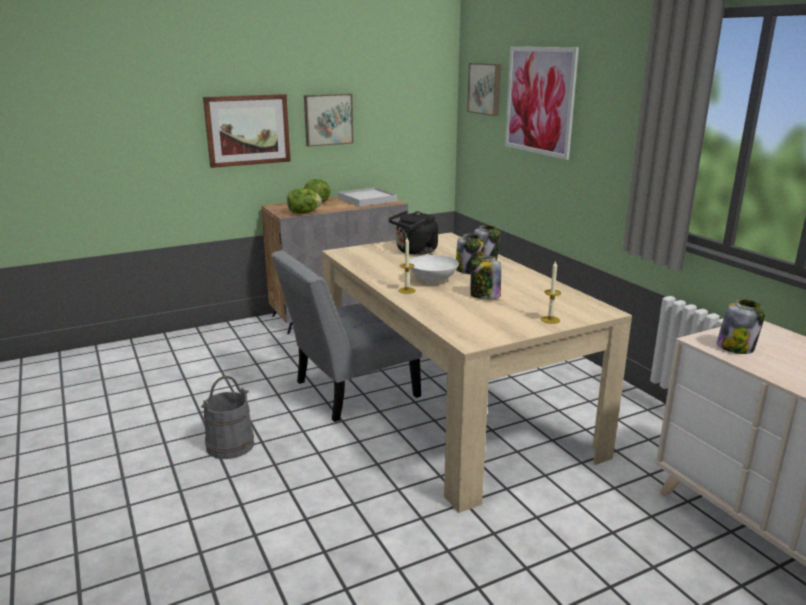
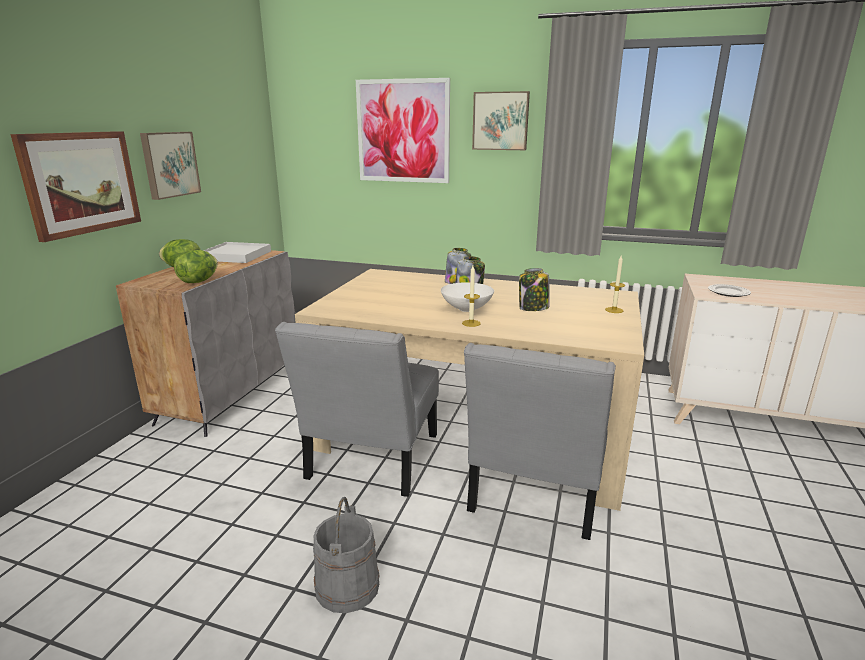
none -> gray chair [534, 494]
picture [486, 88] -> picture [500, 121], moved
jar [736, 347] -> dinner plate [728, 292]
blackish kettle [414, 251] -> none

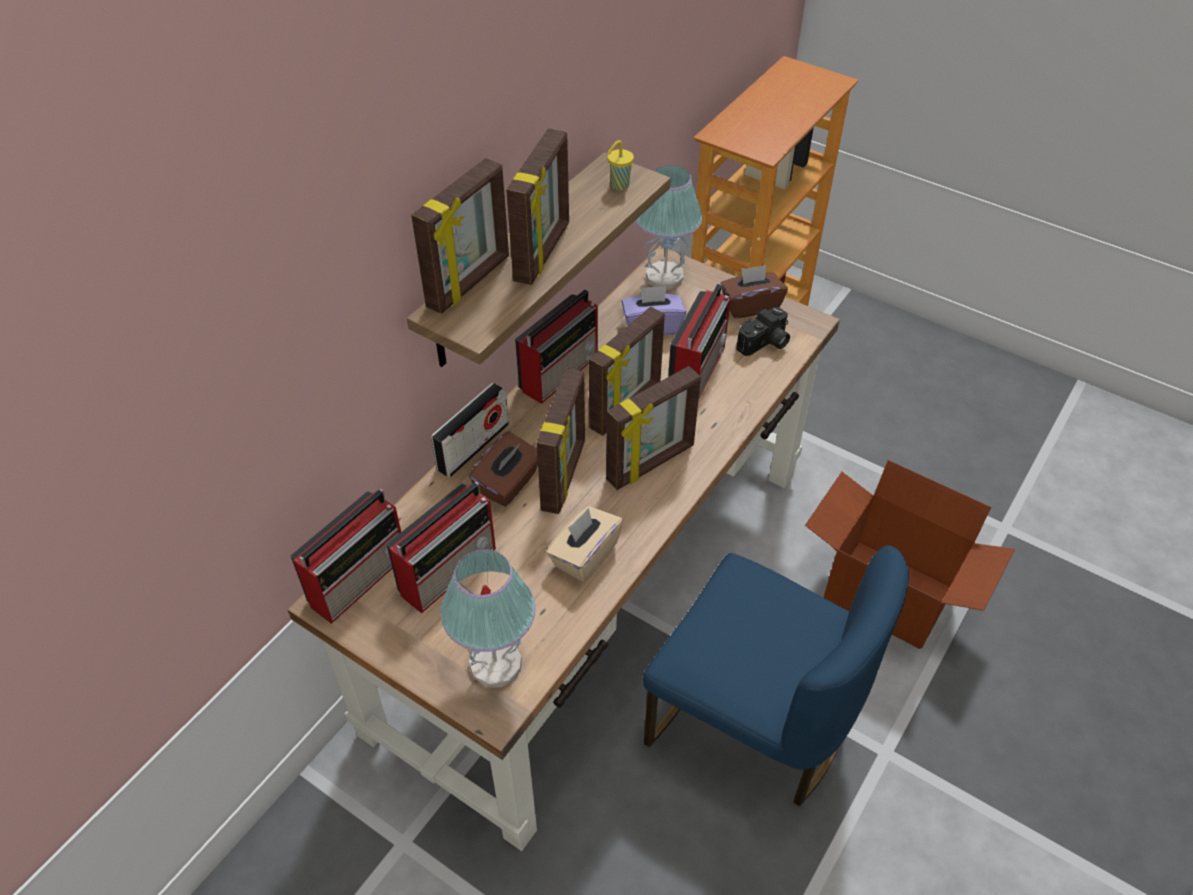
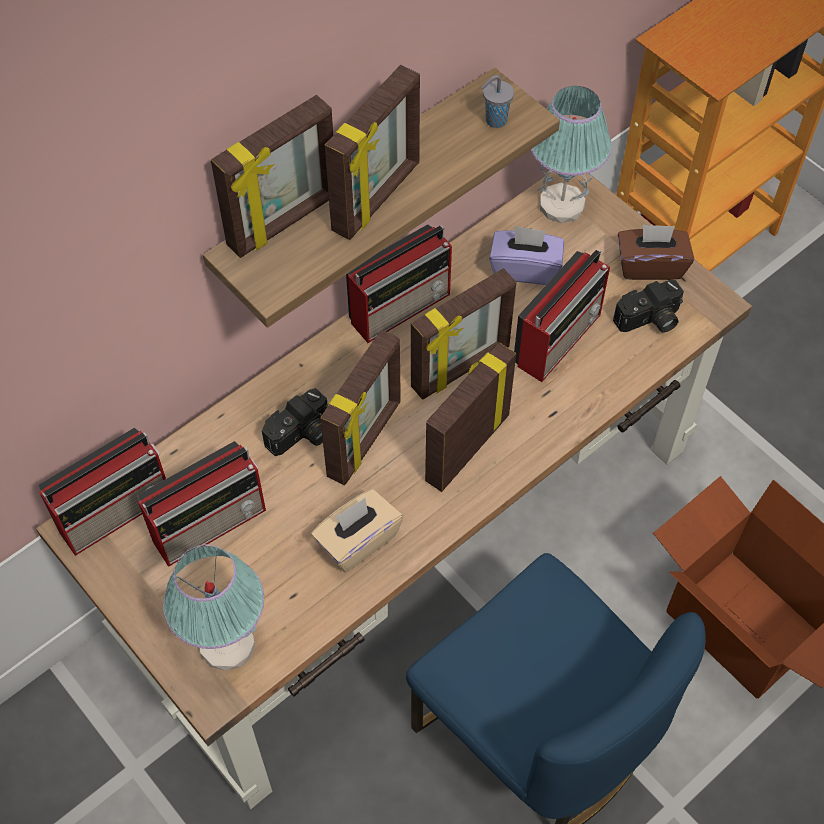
brownish tissue box [508, 484] -> photo camera [302, 435]
photo frame [651, 464] -> photo frame [465, 447], 150 degrees clockwise
yellowish cup [619, 186] -> gray cup [494, 121]
radio [473, 447] -> none

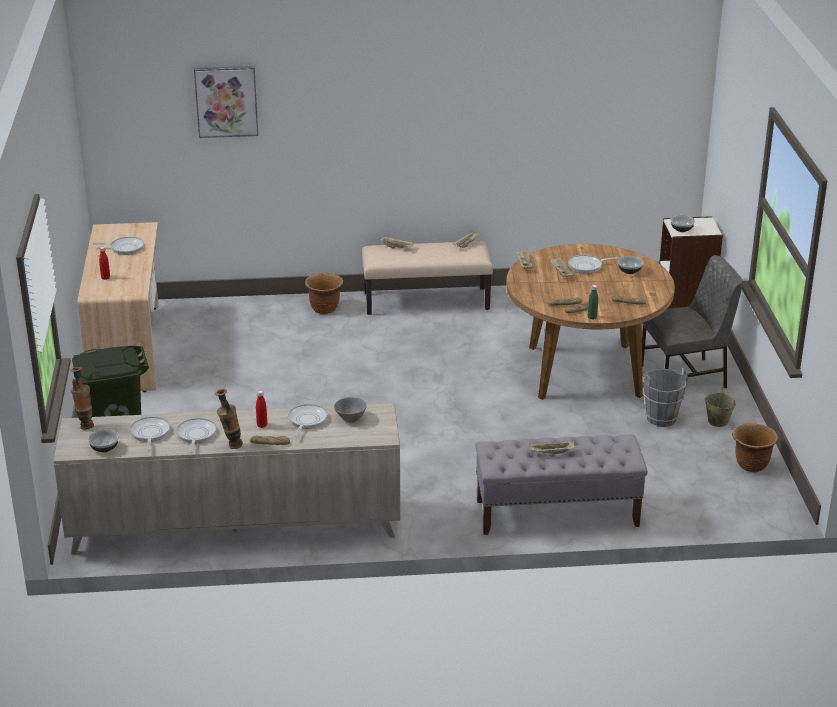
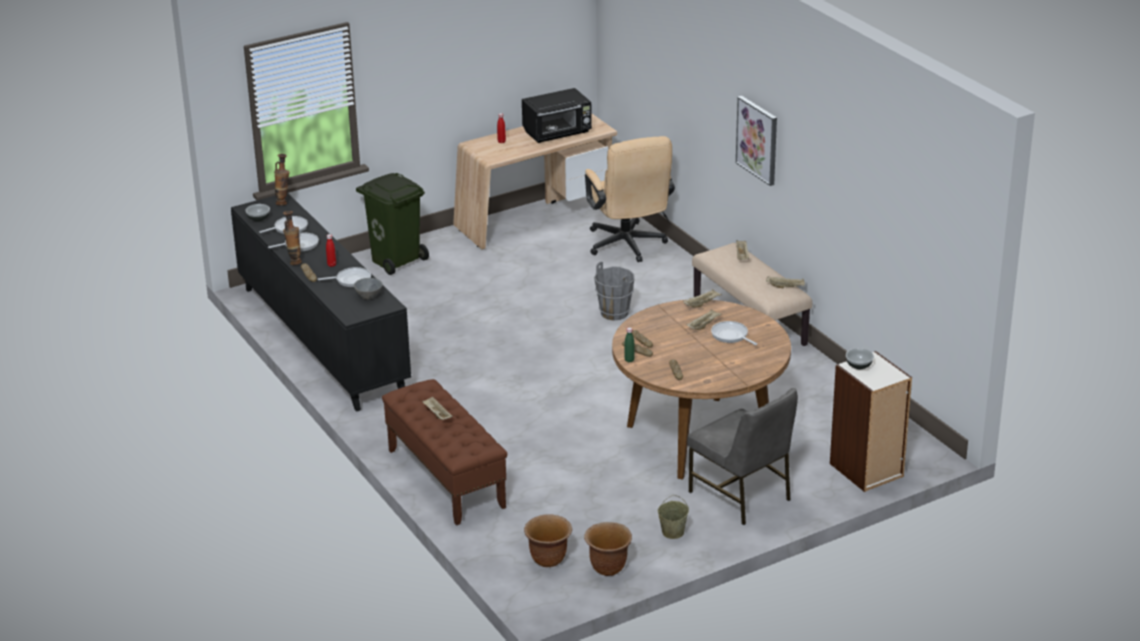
sand-coloured cupboard [235, 527] -> blackish cupboard [322, 341]
gray bench [556, 513] -> brownish bench [445, 478]
skillet [125, 248] -> blackish kitchen microwave [558, 133]
brownish flower pot [324, 308] -> brownish flower pot [548, 559], moved
none -> sand-coloured desk chair [628, 247]
gray bucket [661, 418] -> gray bucket [614, 313], moved
picture [226, 101] -> picture [757, 140], moved
bowl [629, 271] -> none

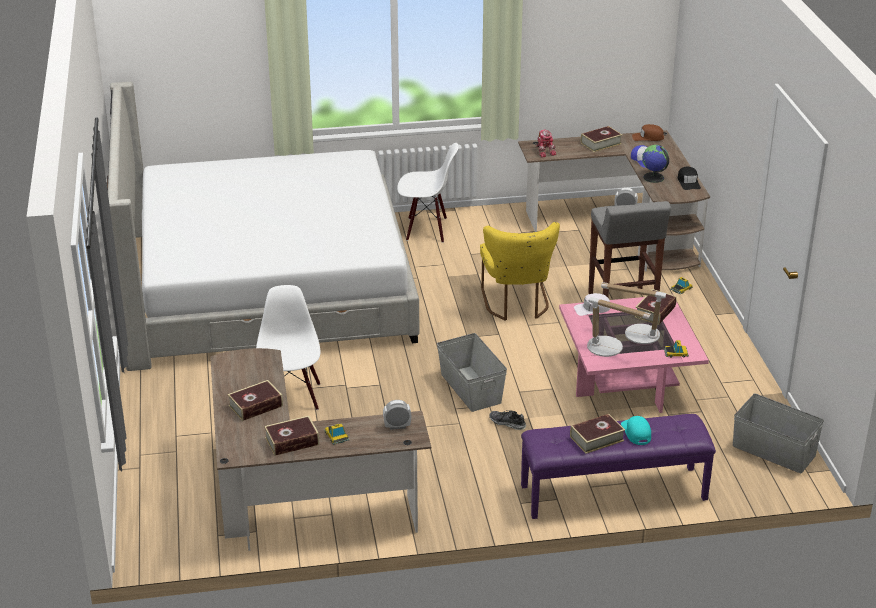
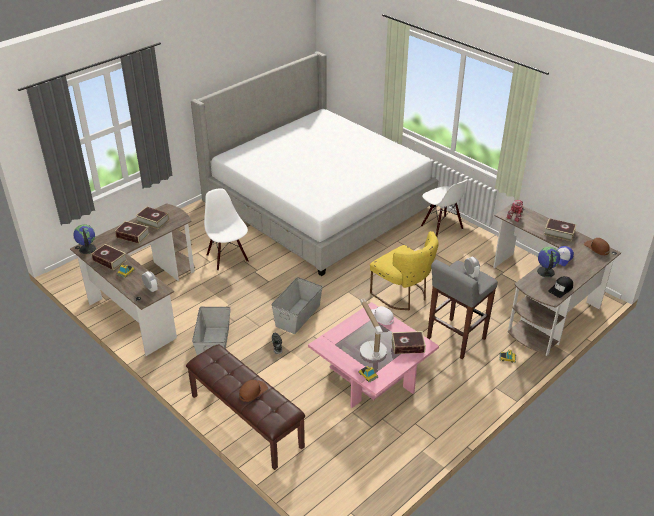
none -> world globe [87, 249]
volume [596, 439] -> volume [153, 221], moved
purple-coloured bench [613, 493] -> brownish bench [245, 421]
gray storage container [774, 451] -> gray storage container [213, 345], moved
white chair [291, 397] -> white chair [228, 258], 75 degrees counterclockwise
turquoise peaked cap [636, 432] -> brownish peaked cap [253, 391]
yellowish chair [516, 305] -> yellowish chair [403, 295], 90 degrees counterclockwise
lamp for a table [609, 349] -> none

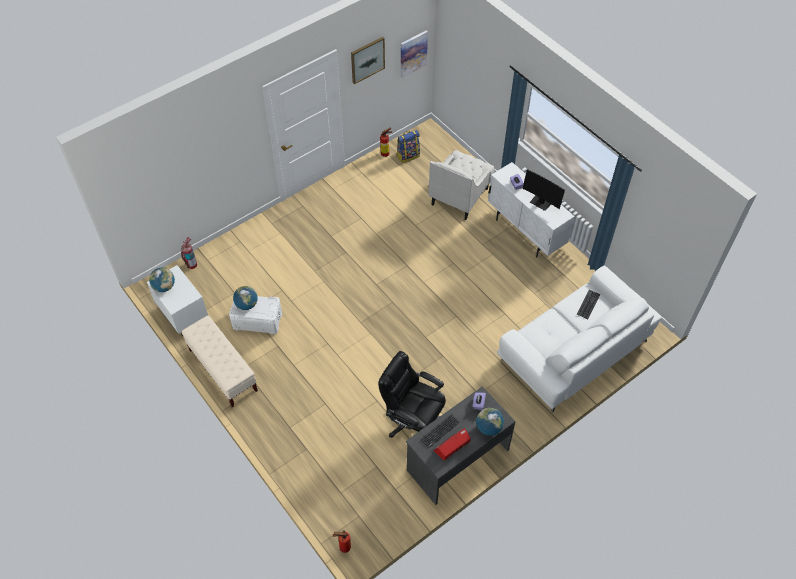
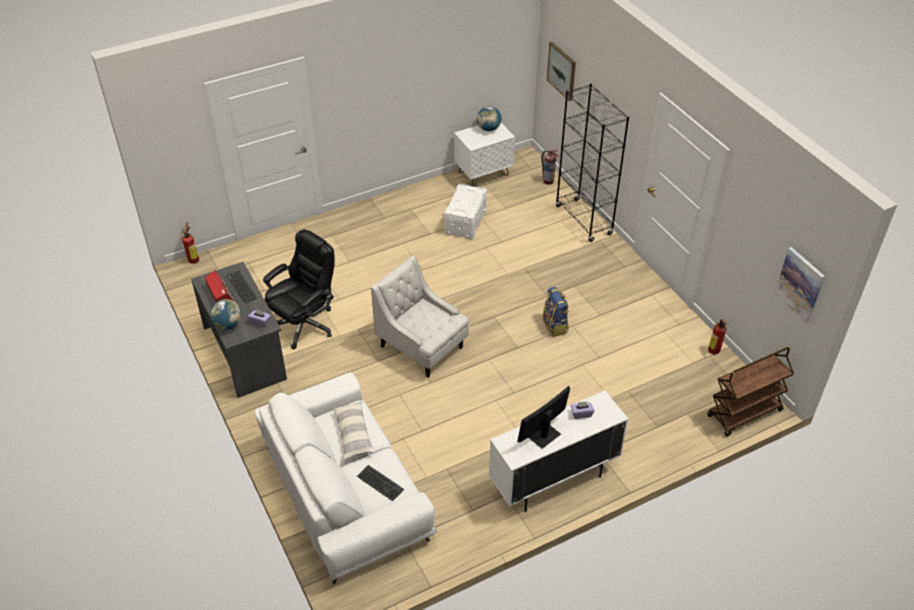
none -> pillow [353, 434]
white armchair [460, 196] -> white armchair [422, 347], moved
knapsack [408, 155] -> knapsack [555, 326], moved
picture [367, 59] -> picture [562, 71], moved
none -> blackish bookcase [583, 220]
none -> brownish trolley [744, 414]
sand-coloured bench [223, 370] -> none
world globe [247, 304] -> none

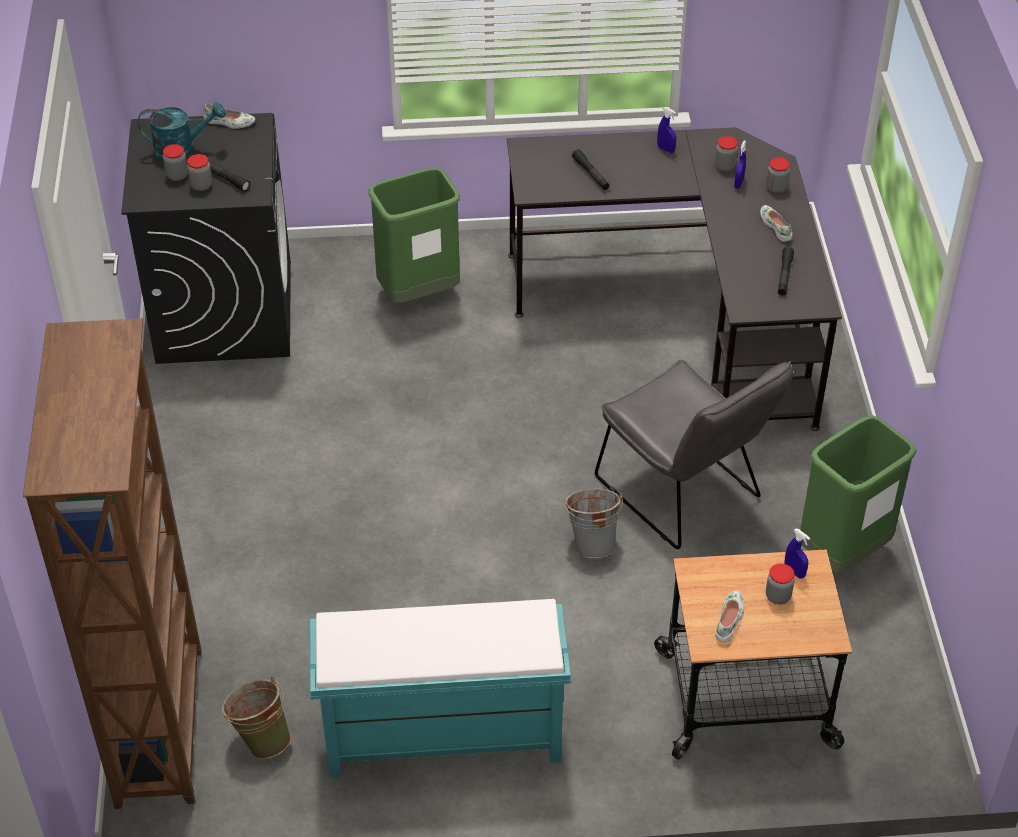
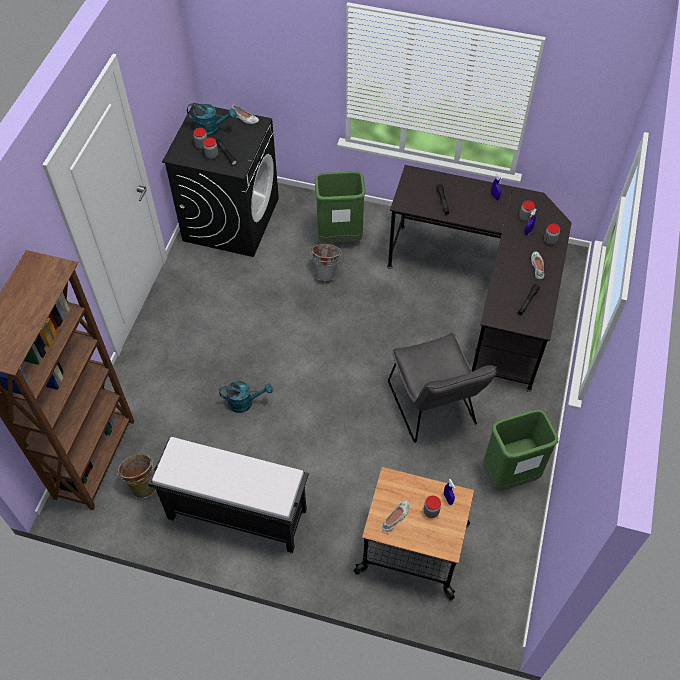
turquoise bench [441, 736] -> blackish bench [236, 514]
none -> turquoise sprinkling can [245, 402]
gray bucket [592, 542] -> gray bucket [326, 272], moved

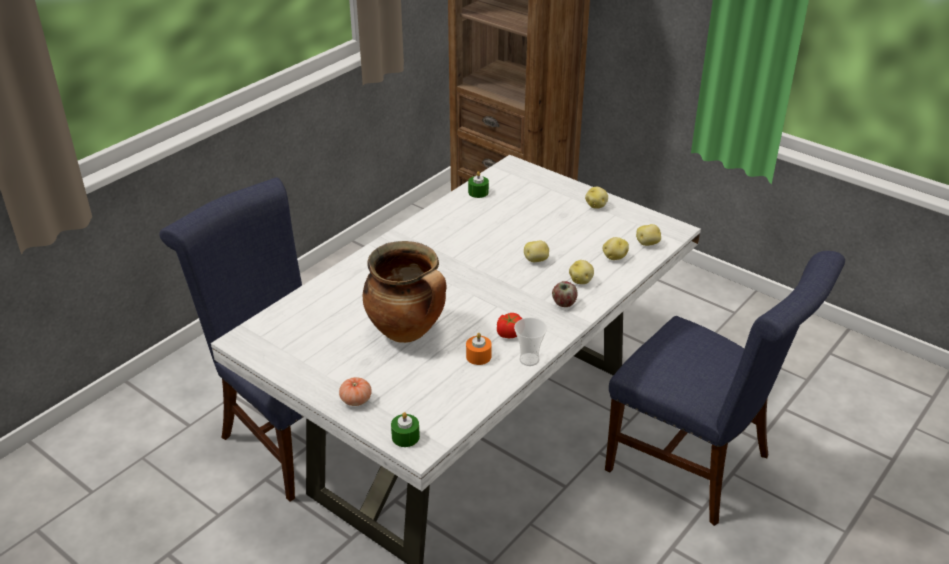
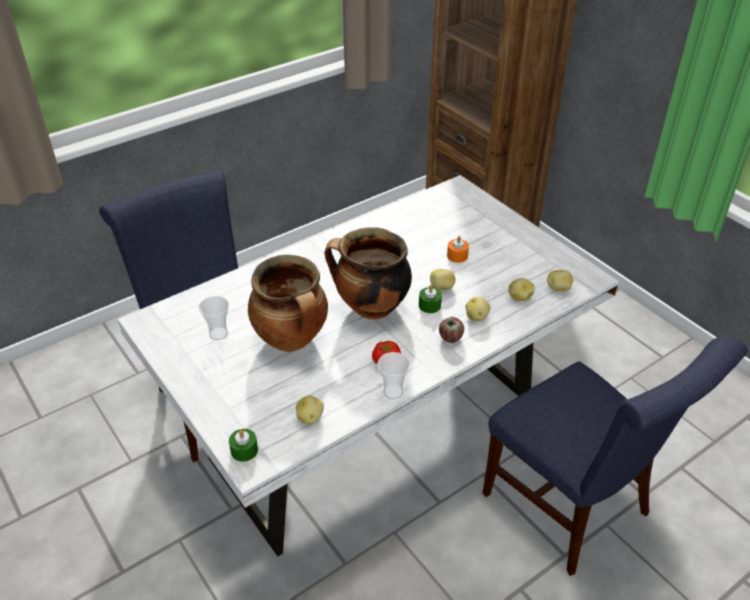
none -> cup [218, 334]
spud [596, 205] -> spud [310, 417], moved
none -> stockpot [370, 308]
greenish candle [478, 192] -> greenish candle [429, 305], moved
orangey candle [478, 356] -> orangey candle [457, 256], moved
whole tomato [356, 400] -> none

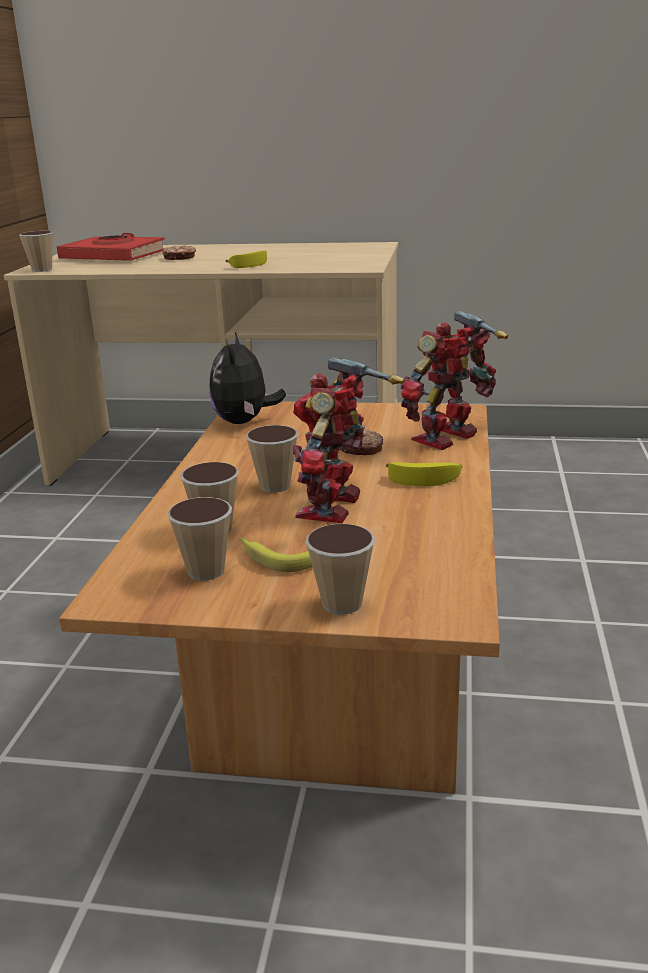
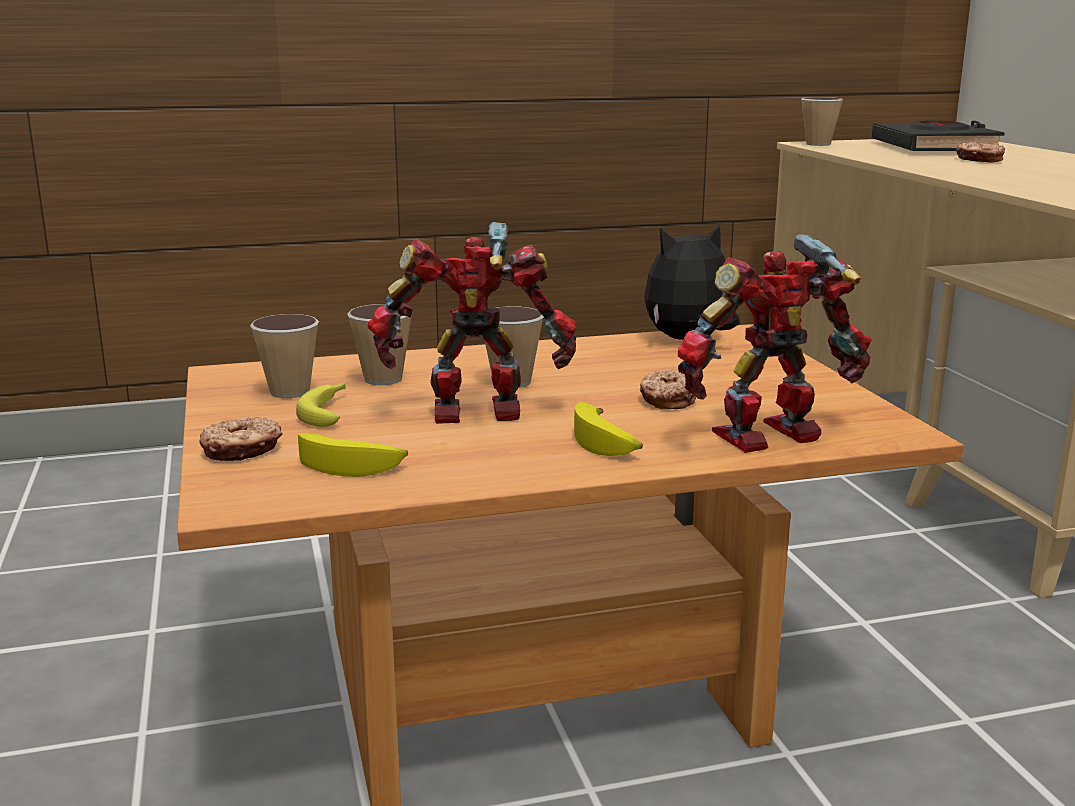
cup [342, 604] -> doughnut [242, 451]
whole banana [250, 264] -> whole banana [352, 465], moved
robot figure [449, 438] -> robot figure [771, 438], 45 degrees counterclockwise
red-coloured volume [113, 256] -> blackish volume [934, 147]

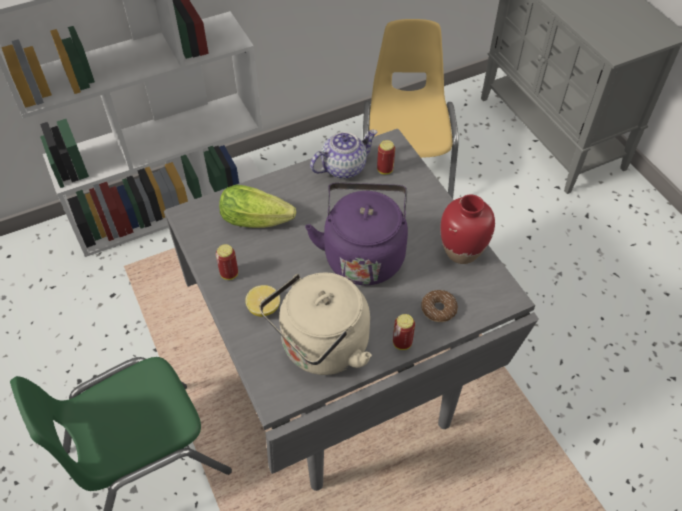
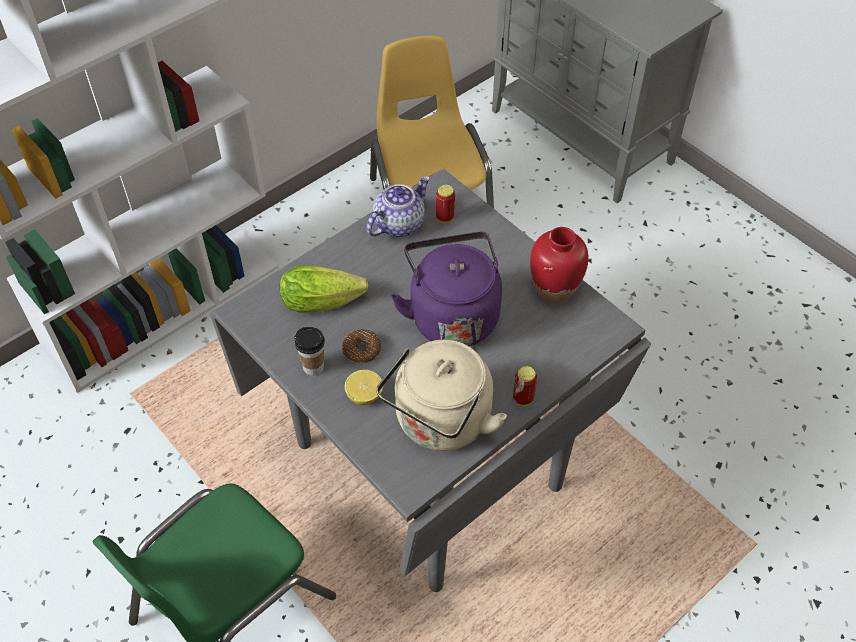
metal can [229, 274] -> cup [313, 367]
doughnut [438, 309] -> doughnut [361, 350], moved

